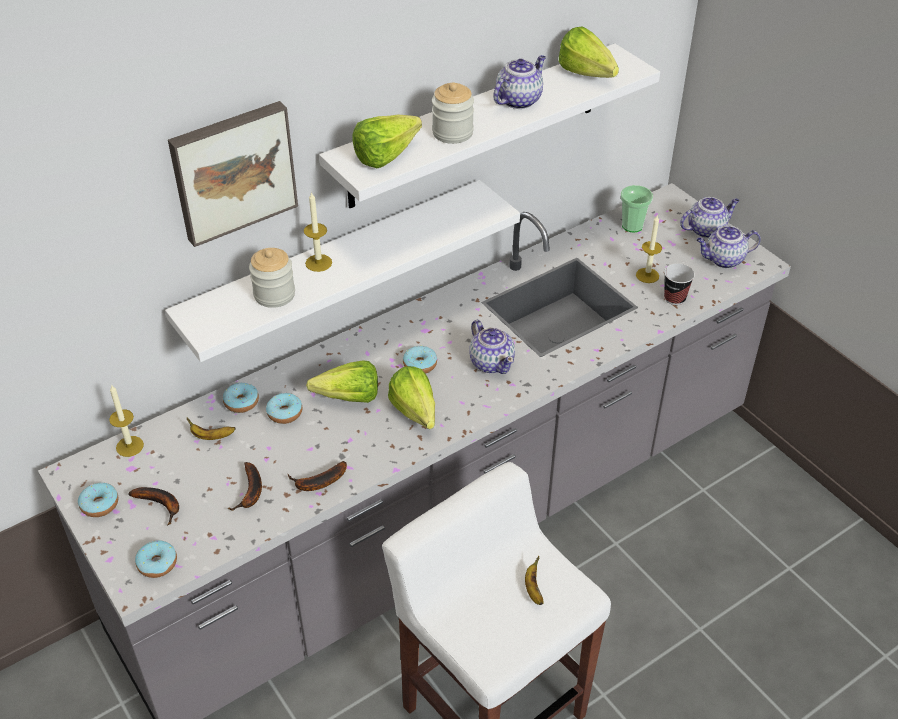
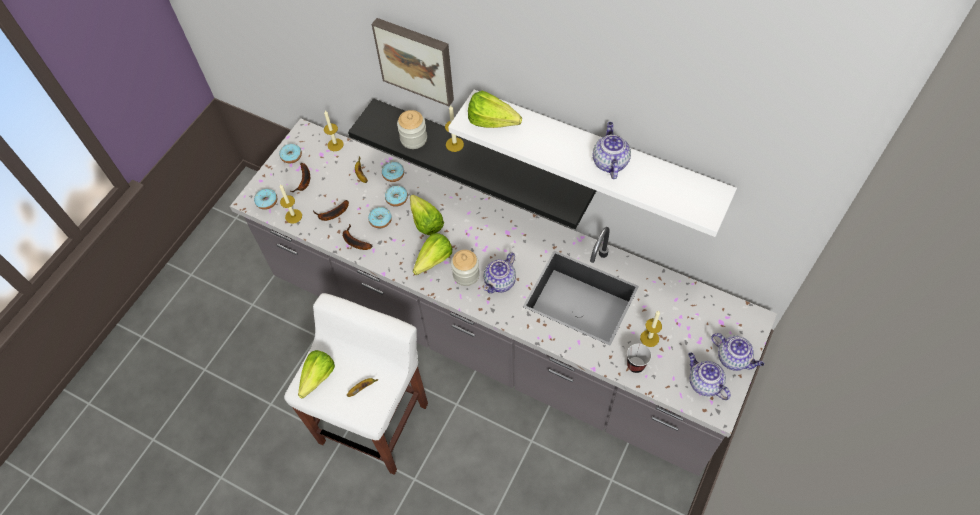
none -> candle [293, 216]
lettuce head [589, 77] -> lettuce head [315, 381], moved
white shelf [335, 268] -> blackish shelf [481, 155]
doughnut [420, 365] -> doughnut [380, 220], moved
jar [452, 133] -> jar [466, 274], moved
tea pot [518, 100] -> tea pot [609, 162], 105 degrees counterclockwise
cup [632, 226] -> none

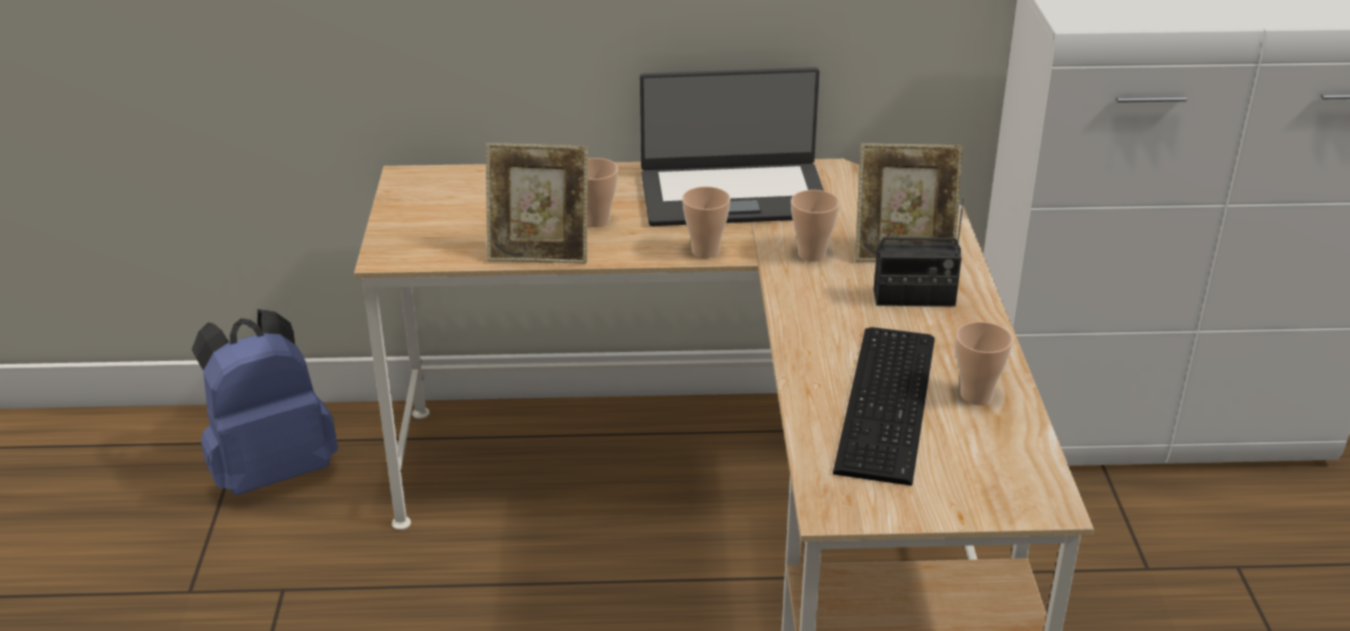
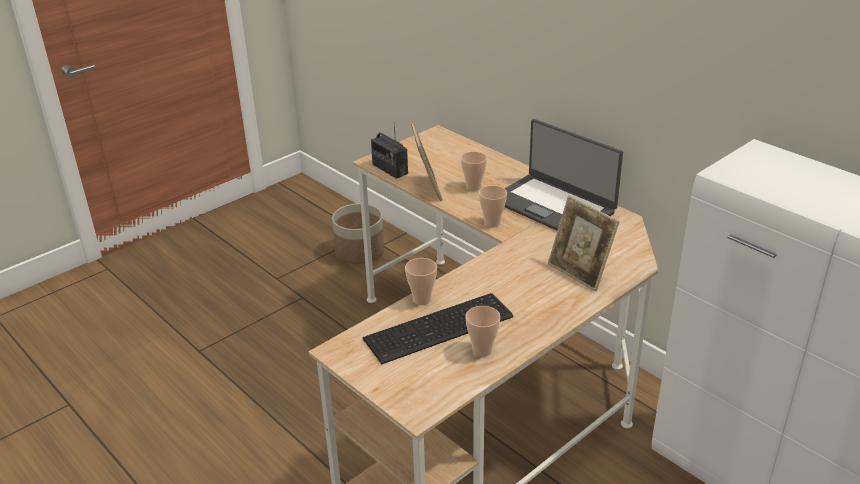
blue-coloured knapsack [272, 470] -> flower pot [360, 252]
radio [914, 298] -> radio [389, 169], moved
cup [812, 254] -> cup [422, 300], moved
photo frame [540, 253] -> photo frame [427, 188], 150 degrees counterclockwise

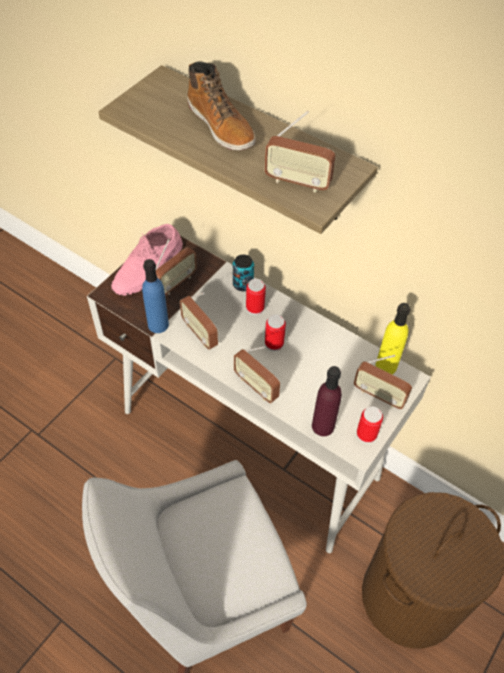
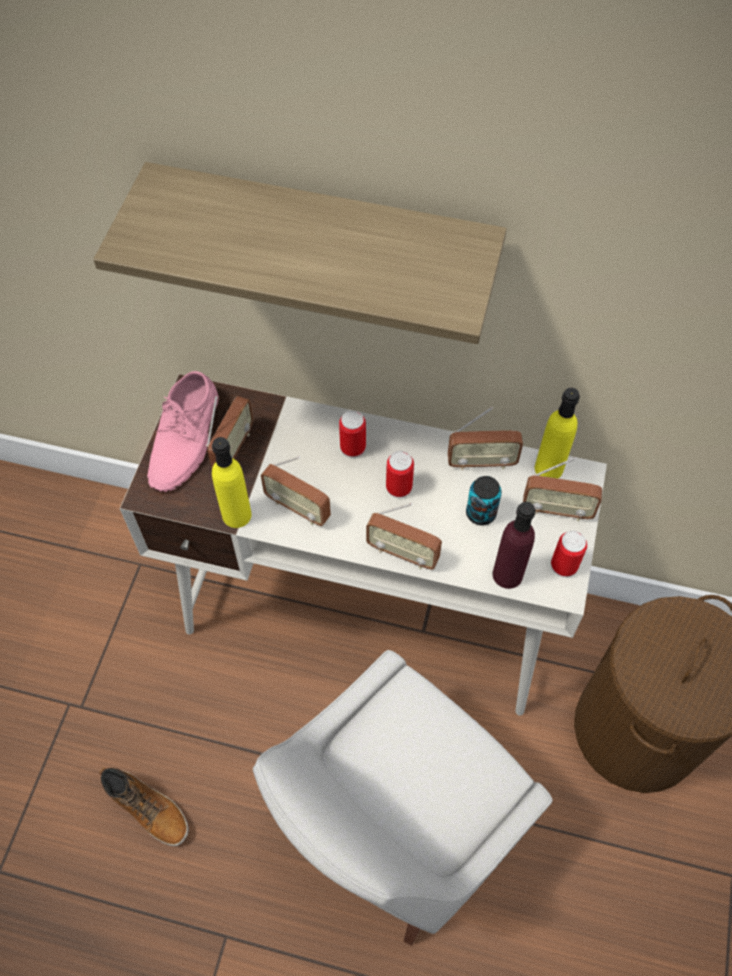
tall boot [221, 126] -> tall boot [149, 808], moved
blue-coloured beverage bottle [158, 324] -> yellowish beverage bottle [236, 514]
radio [297, 182] -> radio [481, 462], moved
metal can [243, 284] -> metal can [481, 513], moved

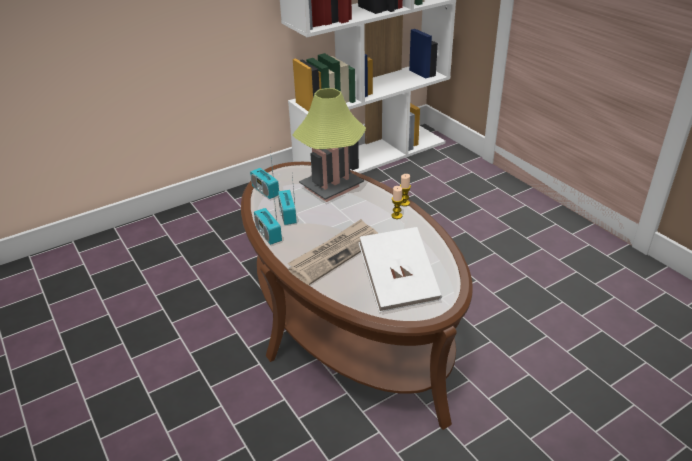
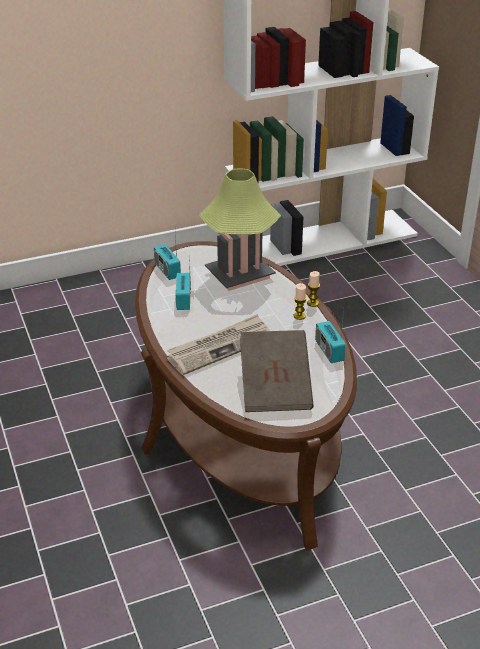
white volume [399, 284] -> brownish volume [275, 388]
radio [268, 234] -> radio [329, 351], moved

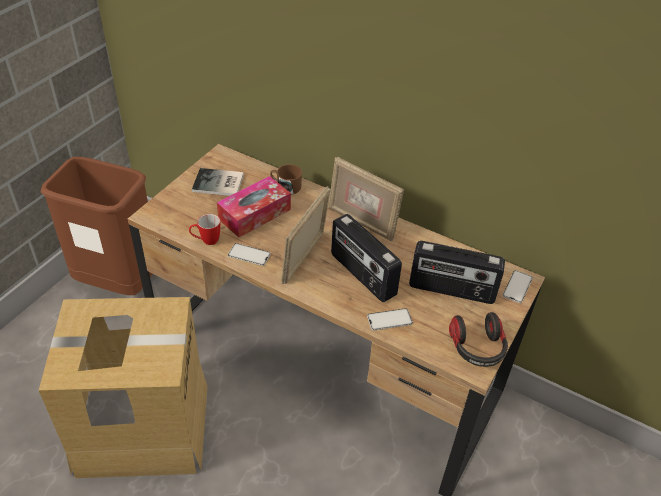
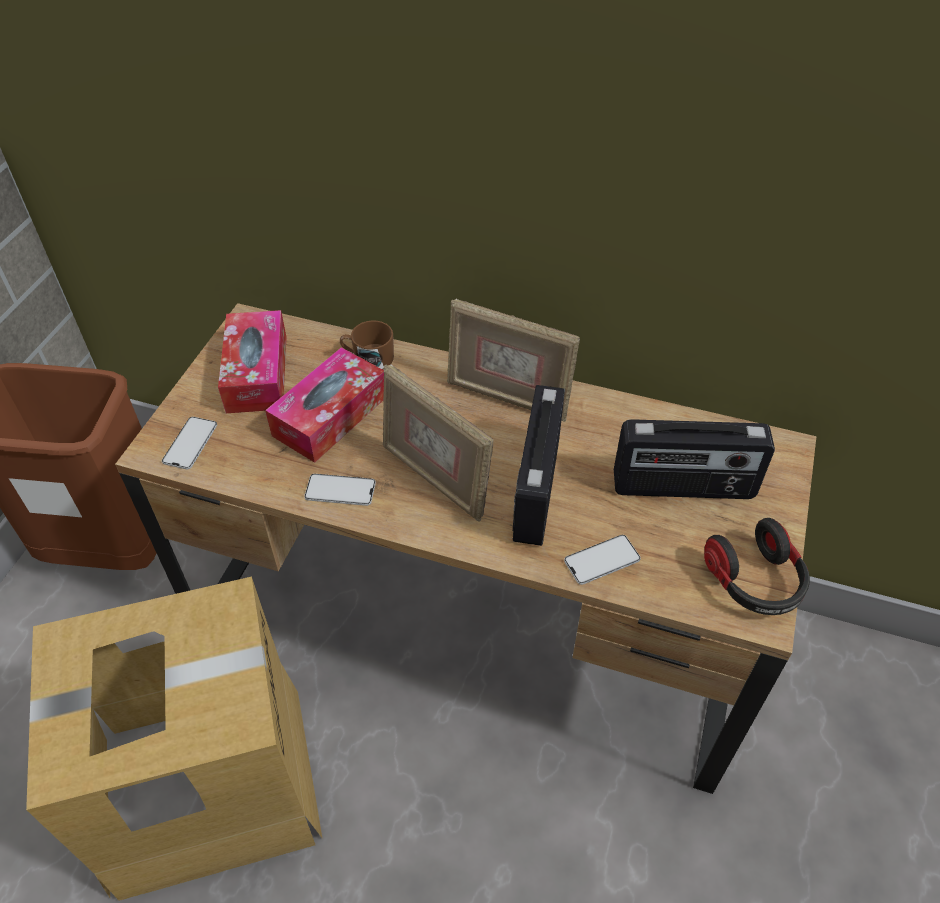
telephone [517, 287] -> telephone [190, 443], moved
volume [219, 184] -> tissue box [257, 373]
photo frame [305, 258] -> photo frame [435, 478], 60 degrees counterclockwise
radio [362, 275] -> radio [535, 489], 60 degrees clockwise
coffee mug [206, 241] -> none

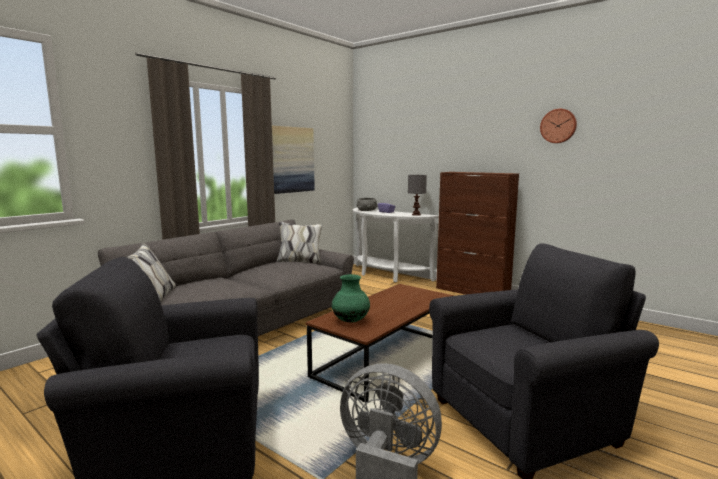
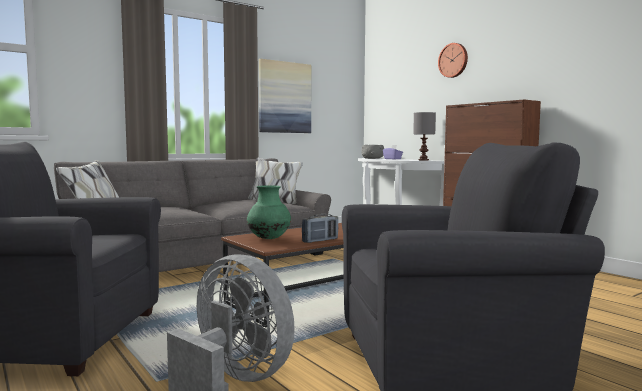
none -> radio [320, 240]
hanging clock [558, 126] -> hanging clock [453, 60], moved

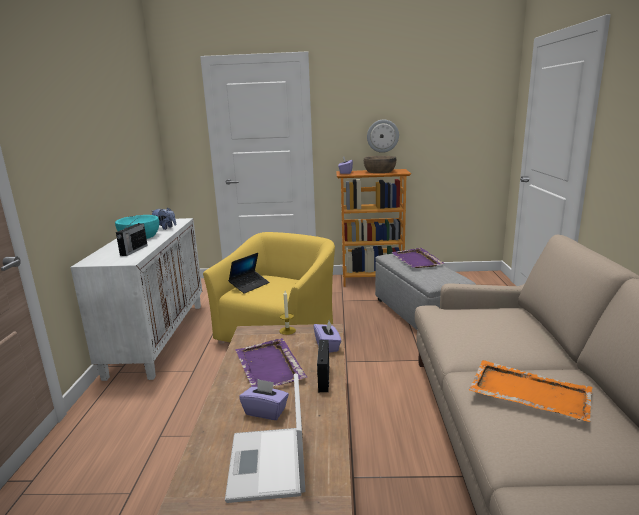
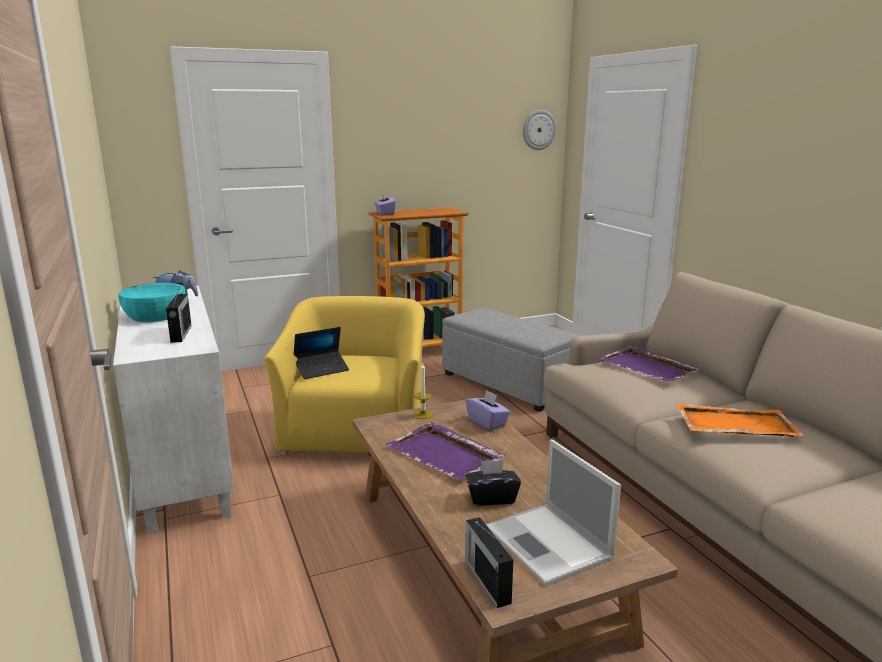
laptop [249, 285] -> laptop [321, 370], 45 degrees clockwise
purple-coloured tissue box [265, 411] -> blackish tissue box [491, 498]
radio [324, 378] -> radio [487, 580], moved
hanging clock [382, 136] -> hanging clock [538, 130], moved
purple-coloured tray [416, 260] -> purple-coloured tray [649, 367], moved
brownish bowl [380, 171] -> none

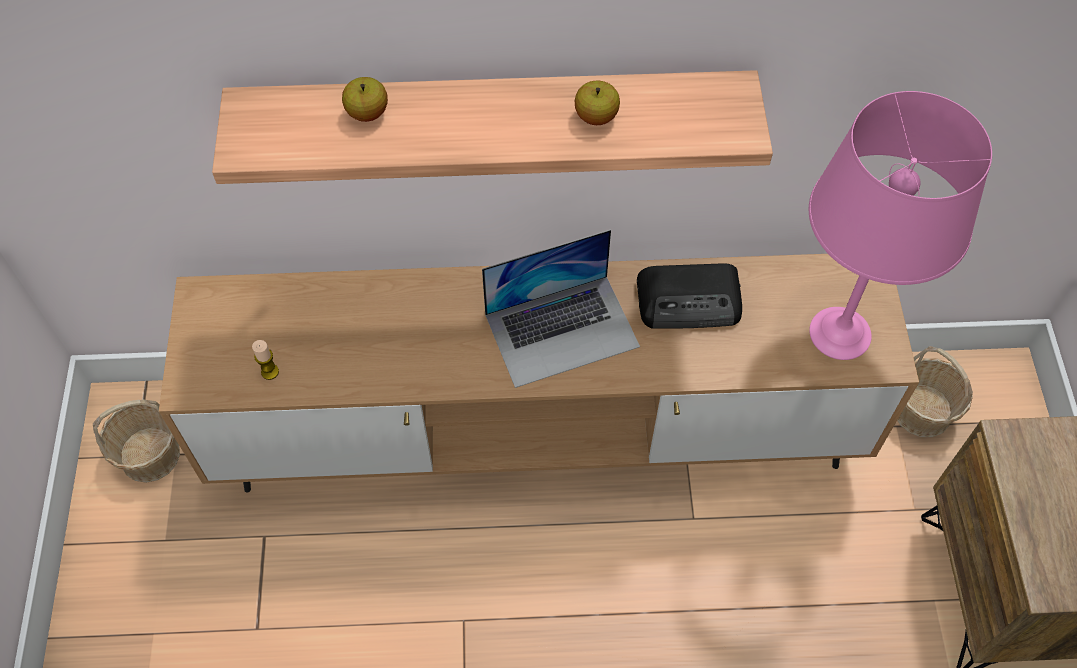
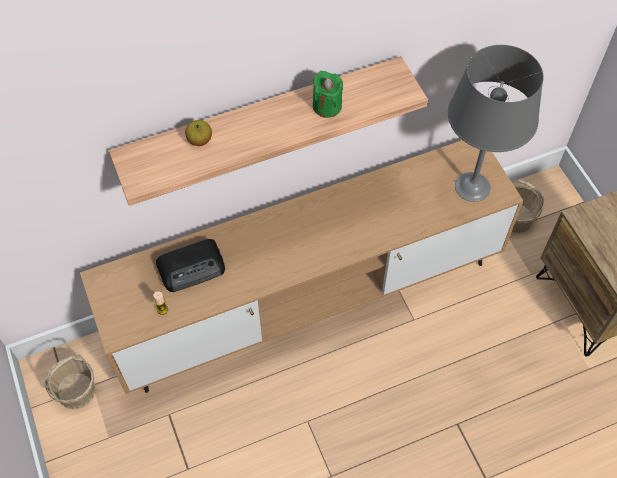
radio [690, 301] -> radio [192, 267], moved
apple fruit [596, 116] -> greenish candle [327, 106]
pinkish lamp for a table [840, 334] -> gray lamp for a table [473, 187]
laptop [562, 330] -> none

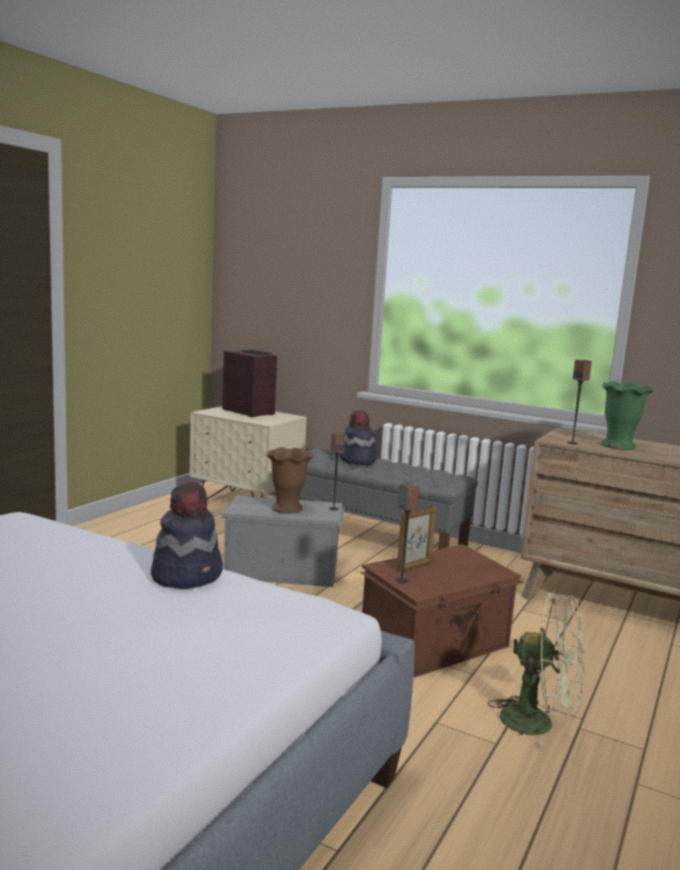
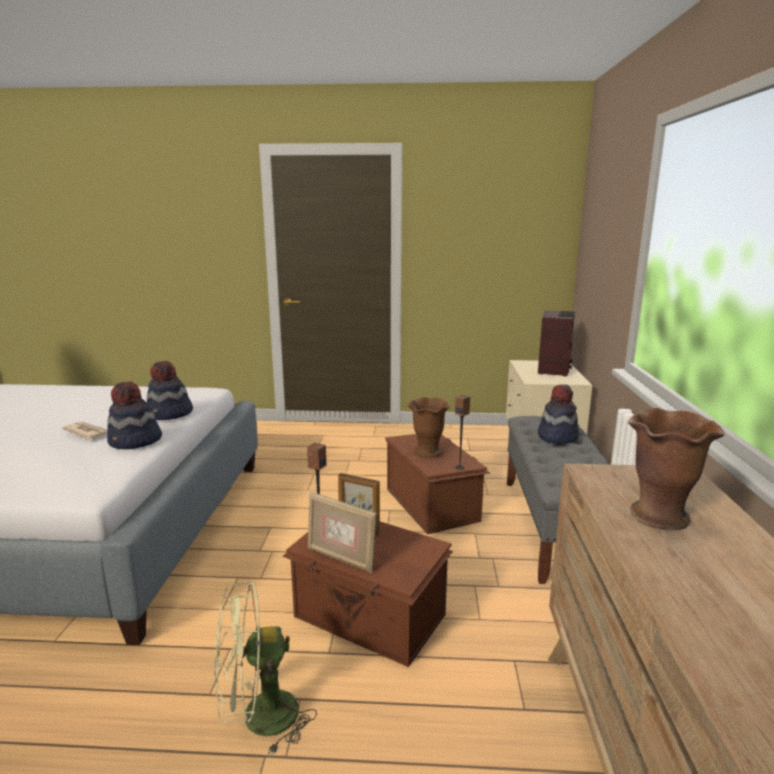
none -> daily paper [88, 432]
none -> wearable hat [170, 414]
greenish electric fan [538, 723] -> greenish electric fan [258, 719], 75 degrees clockwise
none -> photo frame [341, 558]
gray storage container [281, 569] -> brownish storage container [432, 504]
greenish vase [618, 446] -> brownish vase [659, 516]
loudspeaker [572, 443] -> none

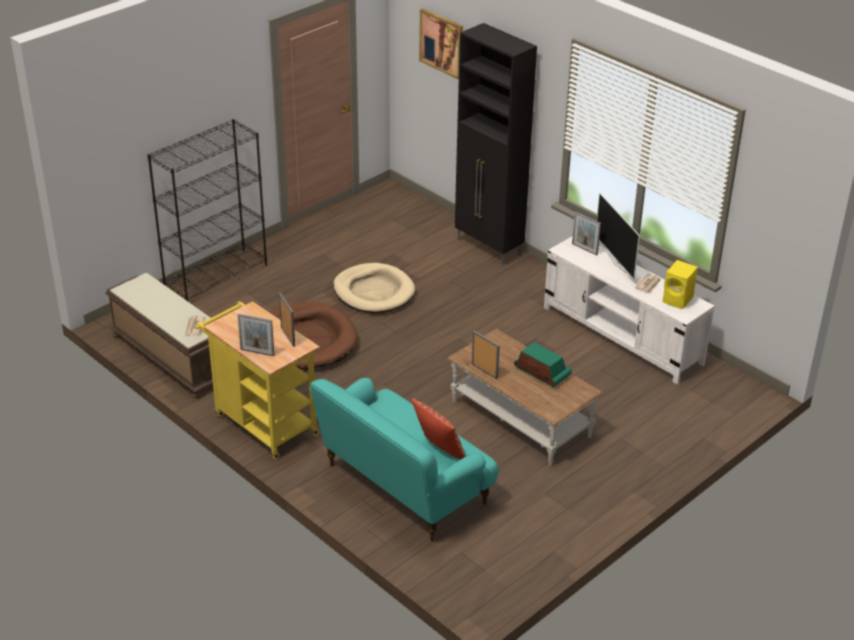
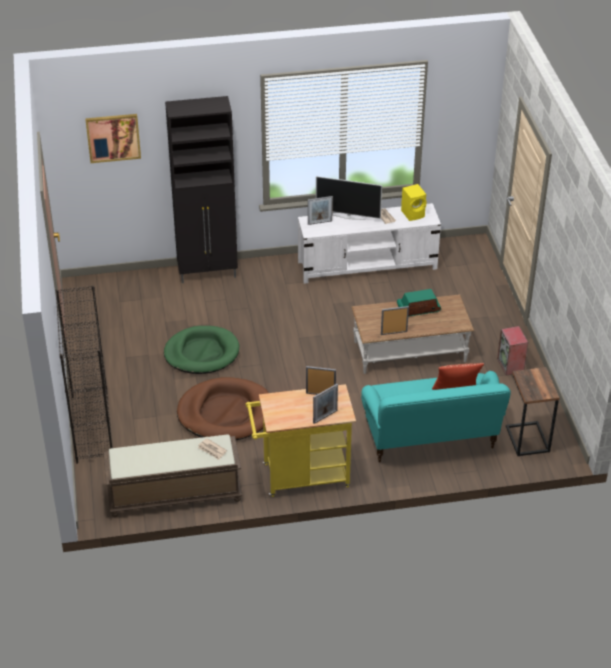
sand-coloured dog cushion [374, 292] -> greenish dog cushion [202, 353]
none -> loudspeaker [511, 365]
none -> side table [526, 439]

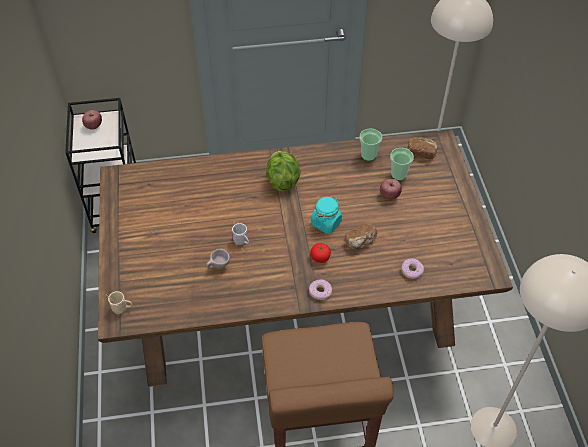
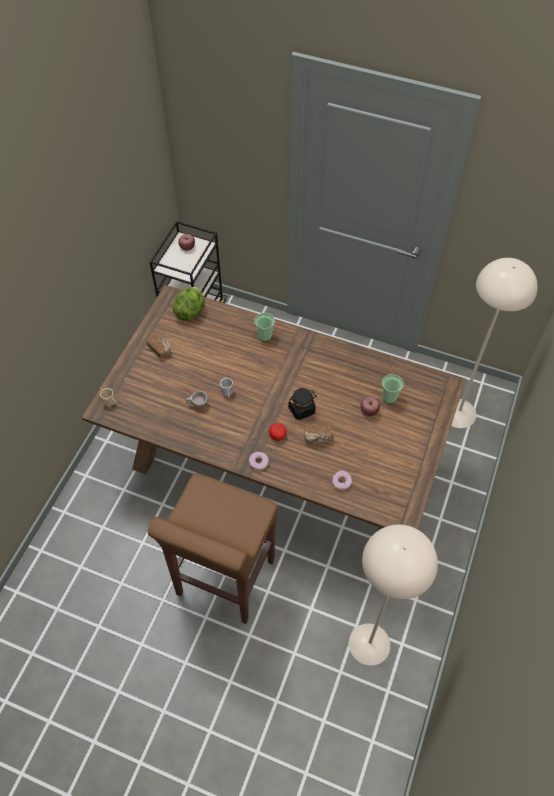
bread [421, 152] -> bread [160, 349], moved
lettuce head [282, 180] -> lettuce head [190, 311], moved
cup [368, 155] -> cup [264, 335], moved
turquoise jar [326, 222] -> blackish jar [302, 409]

